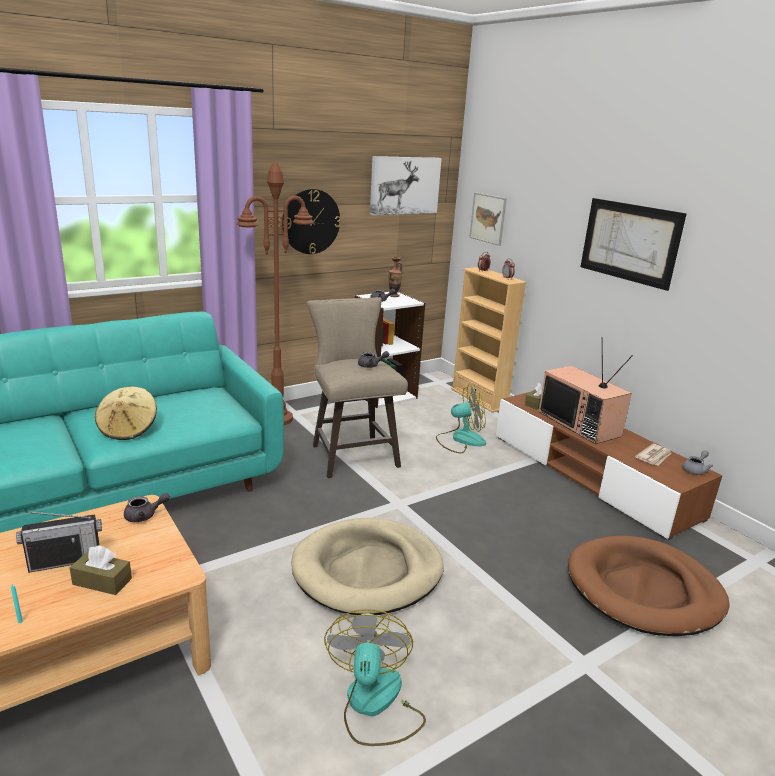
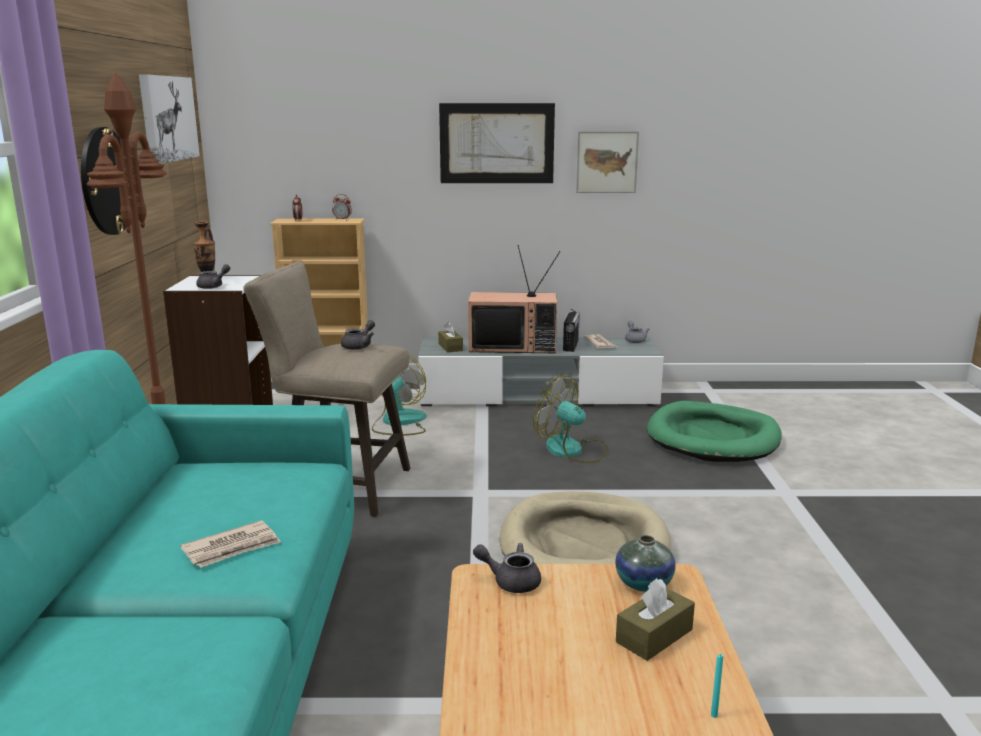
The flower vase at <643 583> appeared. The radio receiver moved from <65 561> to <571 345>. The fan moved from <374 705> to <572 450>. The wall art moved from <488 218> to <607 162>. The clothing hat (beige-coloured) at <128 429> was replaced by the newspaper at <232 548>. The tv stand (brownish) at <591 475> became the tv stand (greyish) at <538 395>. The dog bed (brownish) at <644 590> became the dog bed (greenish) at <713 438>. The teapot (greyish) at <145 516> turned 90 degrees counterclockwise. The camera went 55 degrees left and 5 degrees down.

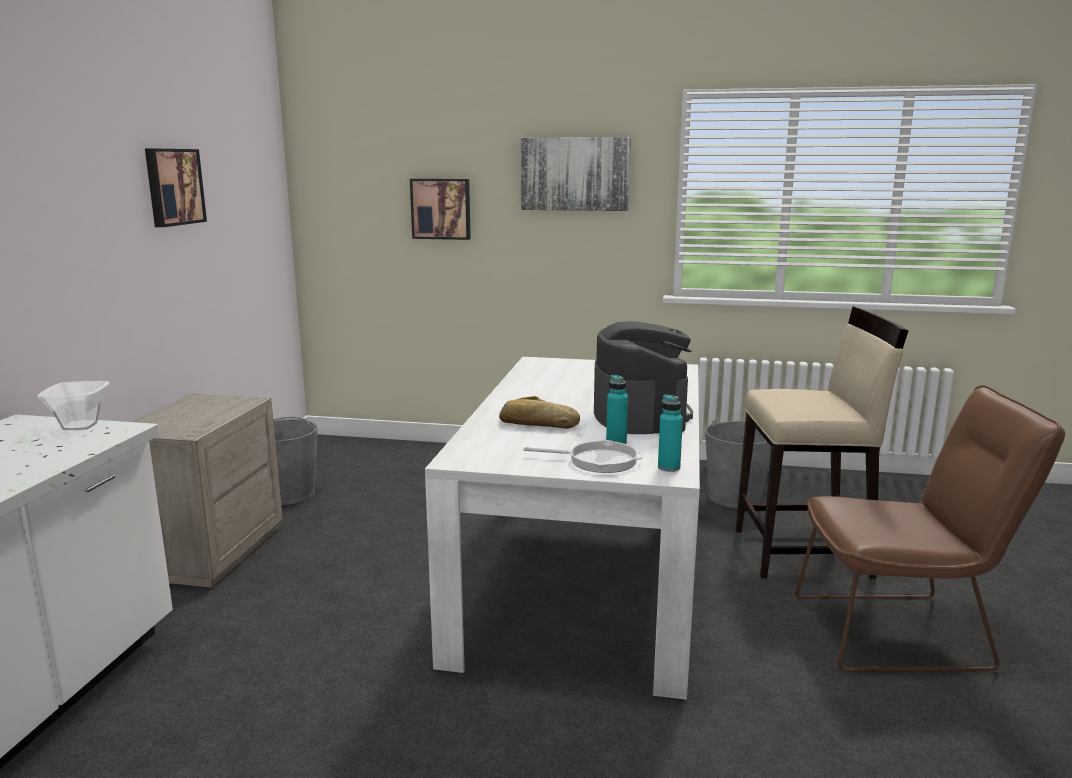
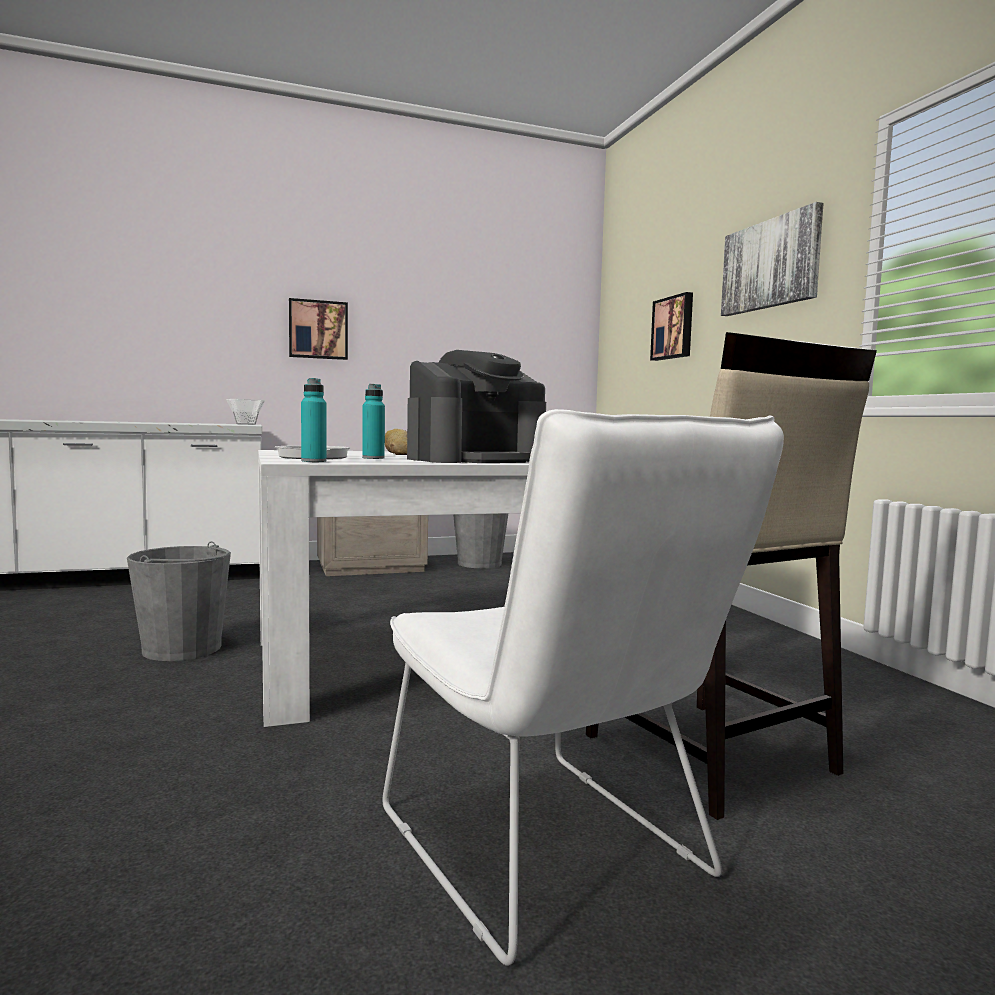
The wall art moved from <173 187> to <318 330>. The water bucket (greyish) moved from <735 497> to <183 649>. The plain chair (brownish) at <903 632> became the plain chair (white-coloured) at <553 855>. The camera went 60 degrees right and 10 degrees down.

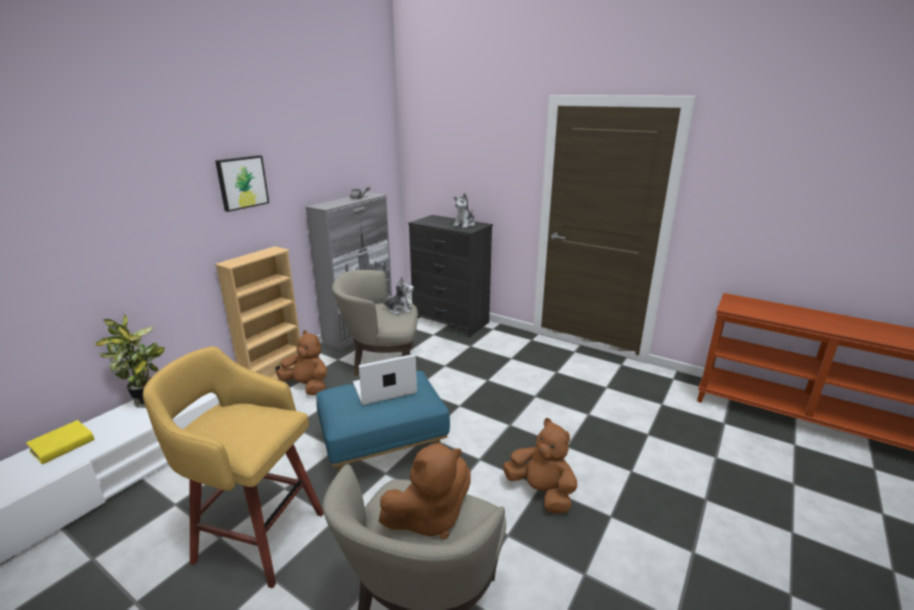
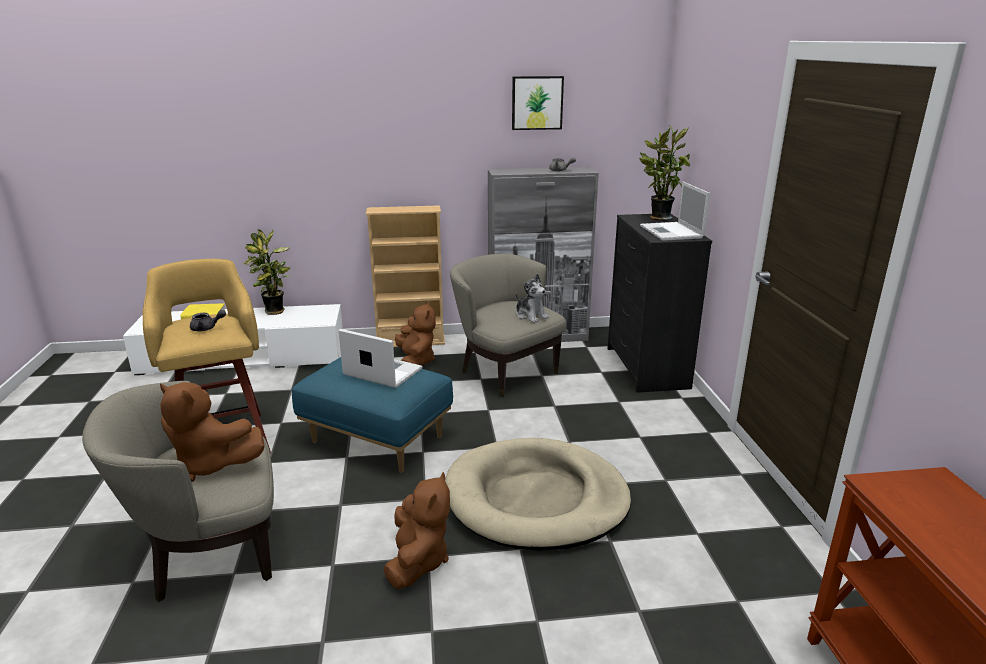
The teapot (greyish) at <207 328> appeared. The dog bed (beige-coloured) at <536 499> appeared. The potted plant at <658 218> appeared. The wall art moved from <242 182> to <537 103>. The soft toy at <464 225> was replaced by the notebook computer at <672 232>. The camera went 50 degrees right and 0 degrees up.

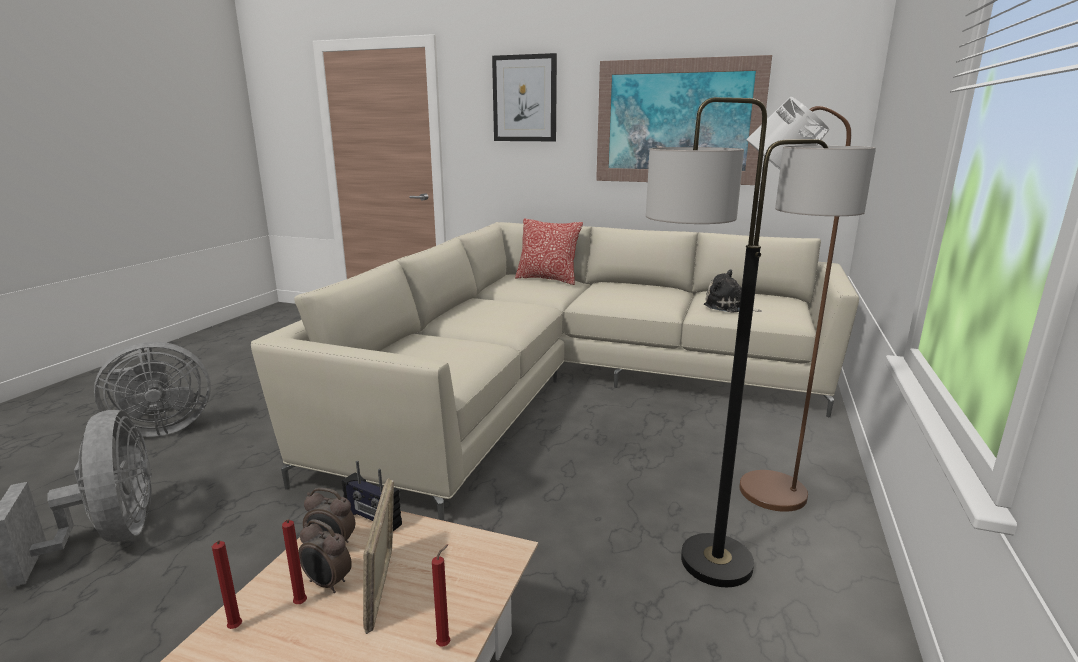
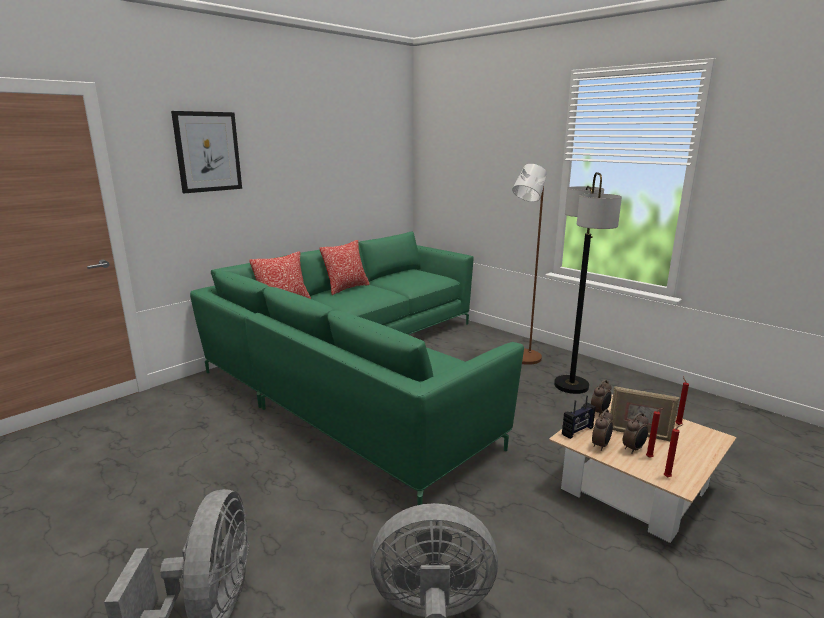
The wall art at <678 122> disappeared. The soft toy at <729 307> disappeared. The cushion at <346 288> appeared. The alarm clock at <600 412> appeared. The settee (beige-coloured) at <567 385> became the settee (greenish) at <359 372>. The camera went 65 degrees left and 0 degrees up.

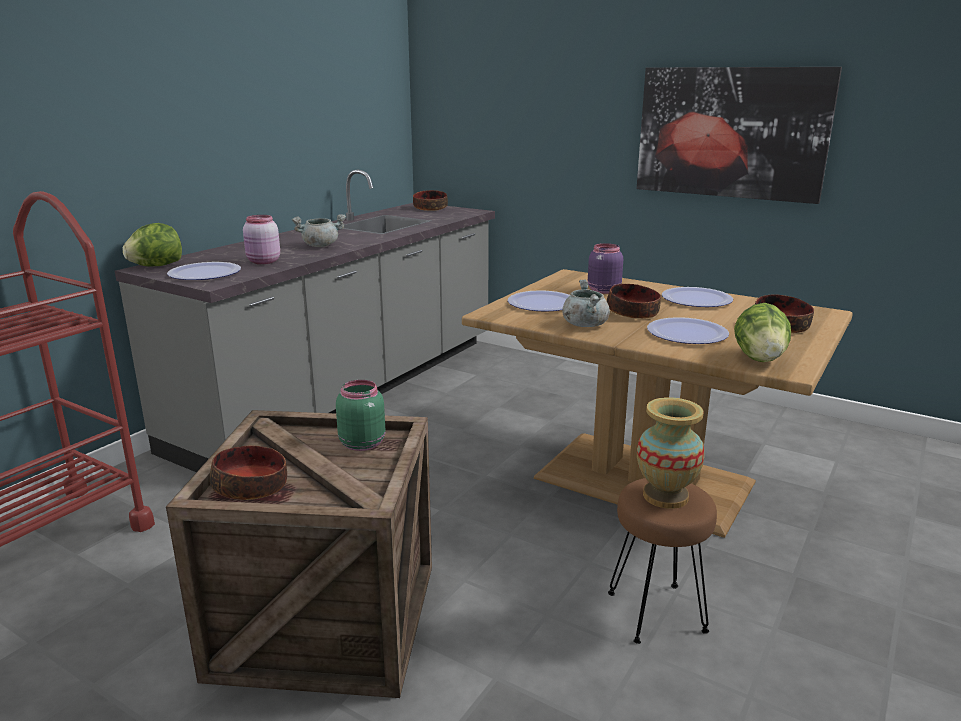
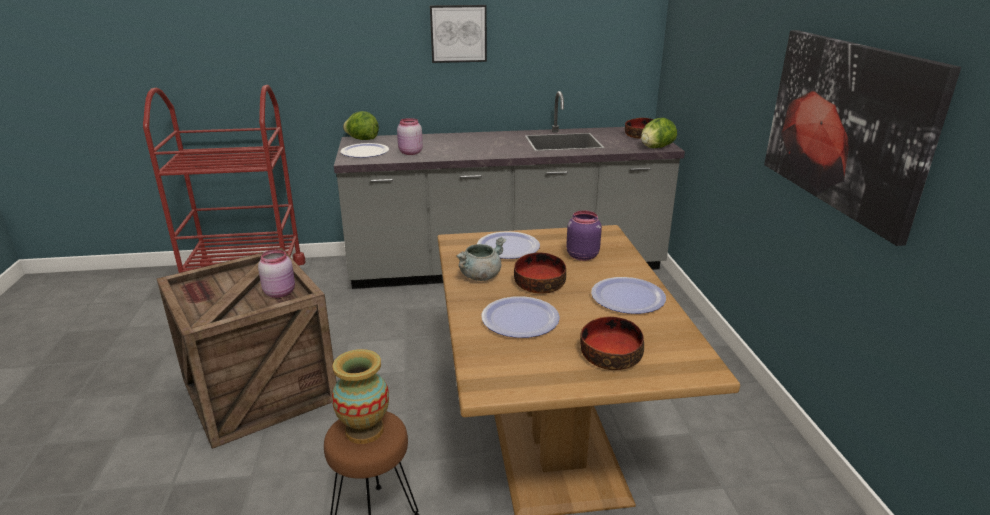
The serving bowl at <251 487> disappeared. The stockpot (greyish) at <320 245> disappeared. The wall art at <458 33> appeared. The lettuce head moved from <760 359> to <656 147>. The preserve jar (greenish) at <362 443> became the preserve jar (pink-coloured) at <280 292>. The camera went 50 degrees right and 5 degrees up.

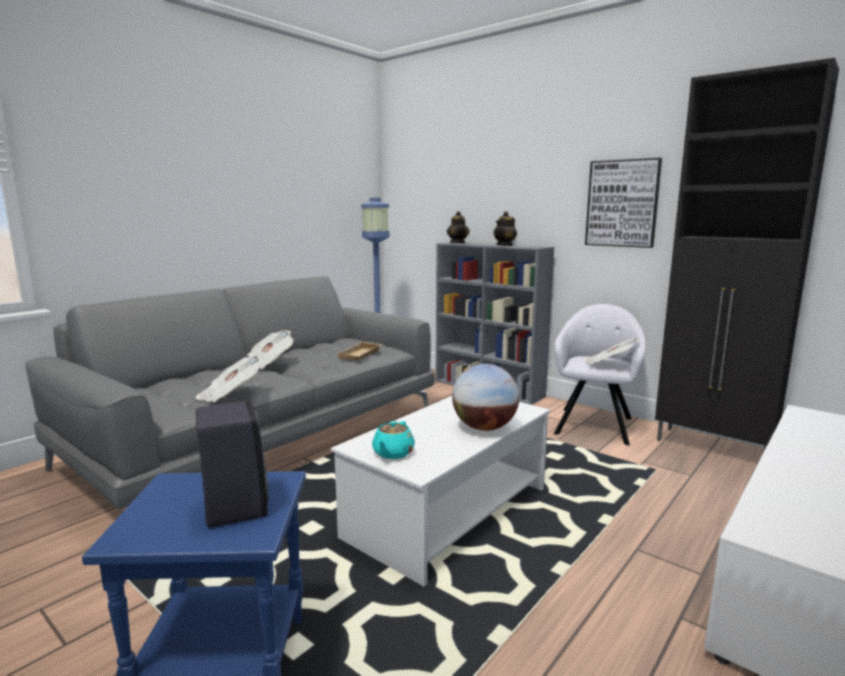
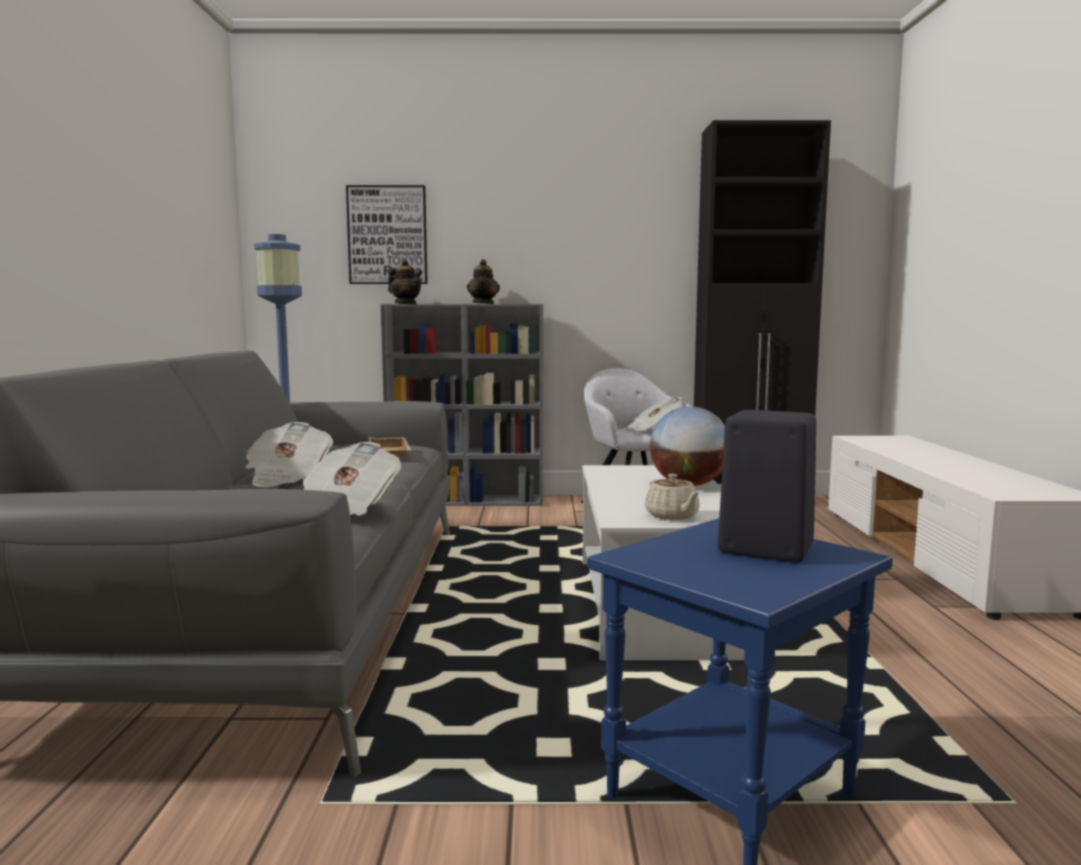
The wall art moved from <622 203> to <387 235>. The teapot (blue-green) at <393 453> became the teapot (beige-coloured) at <672 516>. The camera went 40 degrees left and 5 degrees down.

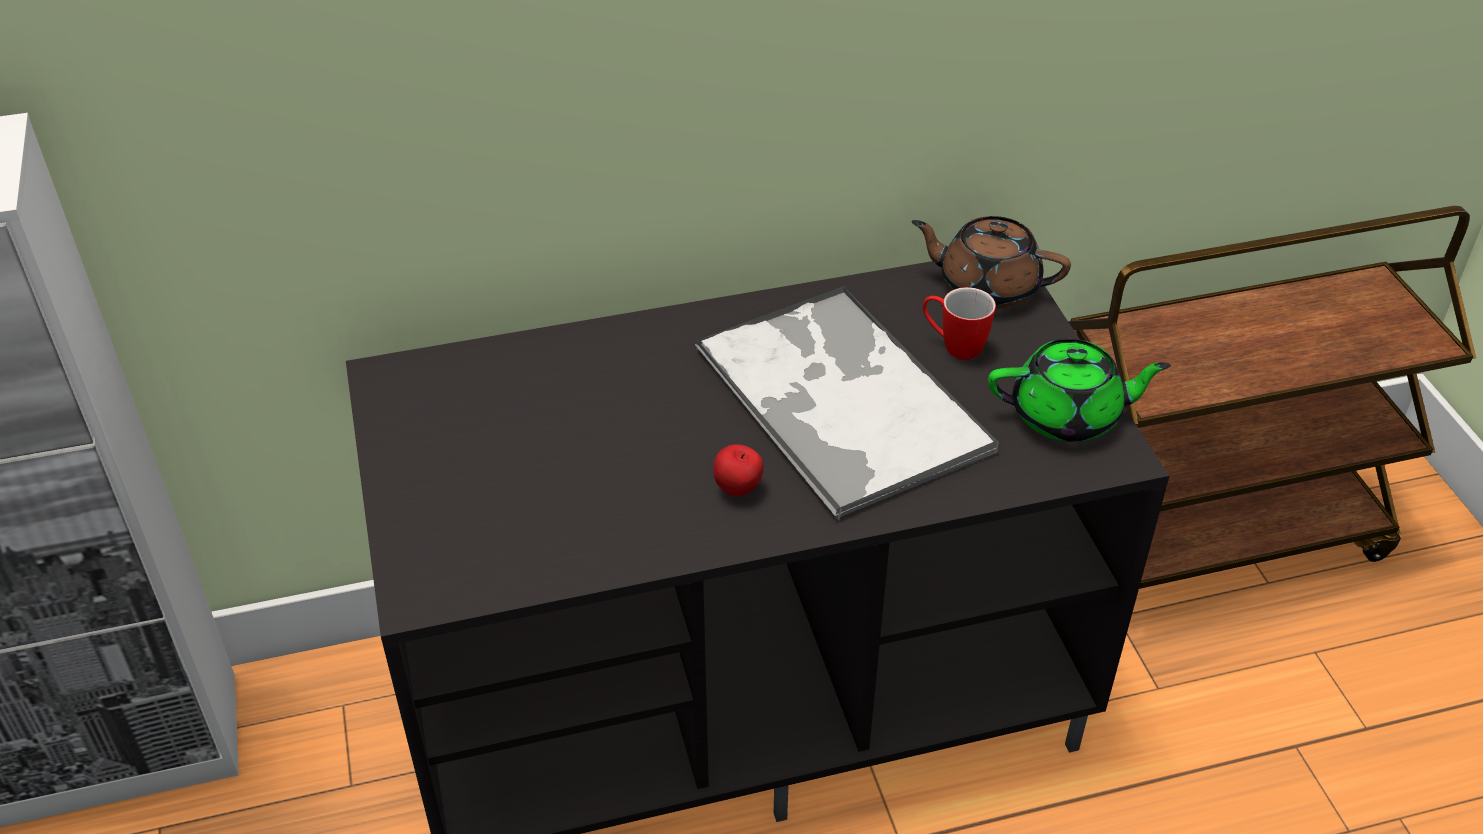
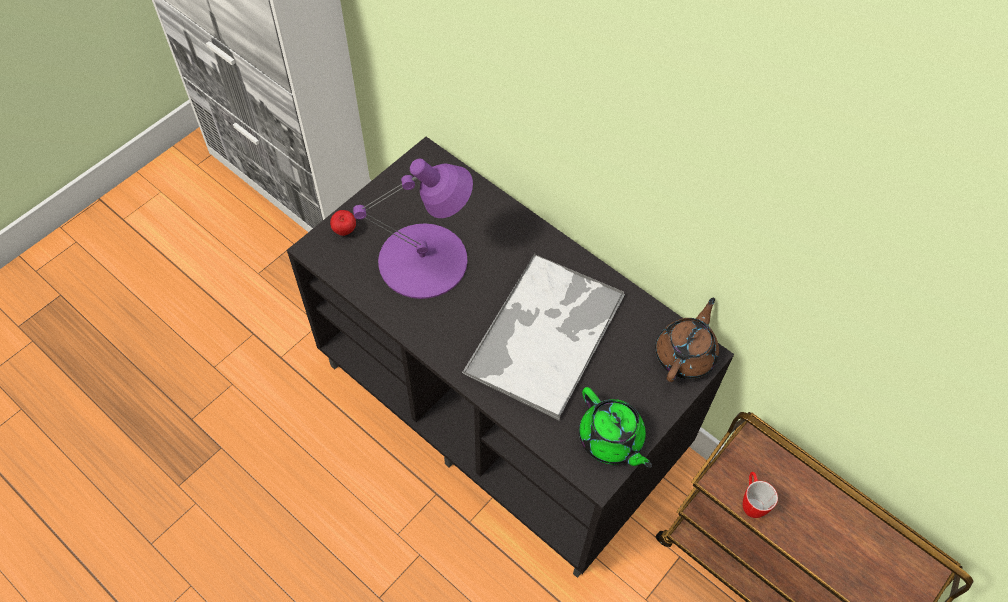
The tabletop lamp (purple) at <424 261> appeared. The whole apple moved from <738 489> to <345 231>. The tea mug moved from <953 346> to <751 502>. The teapot (brownish) at <986 286> turned 45 degrees clockwise. The camera went 55 degrees right and 15 degrees up.

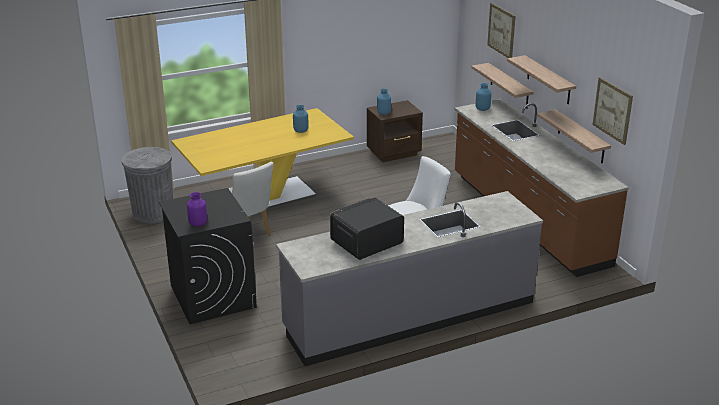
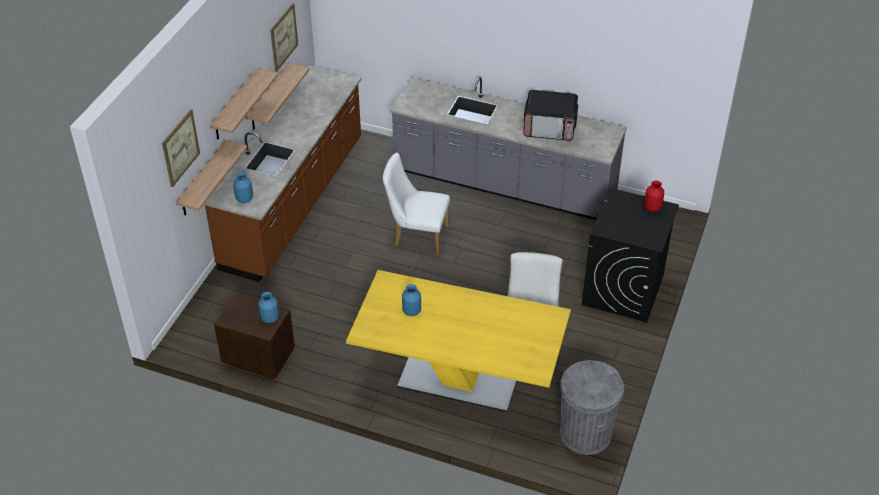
The flower vase (purple) at <198 224> became the flower vase (red-coloured) at <652 207>. The camera went 135 degrees left and 15 degrees up.

